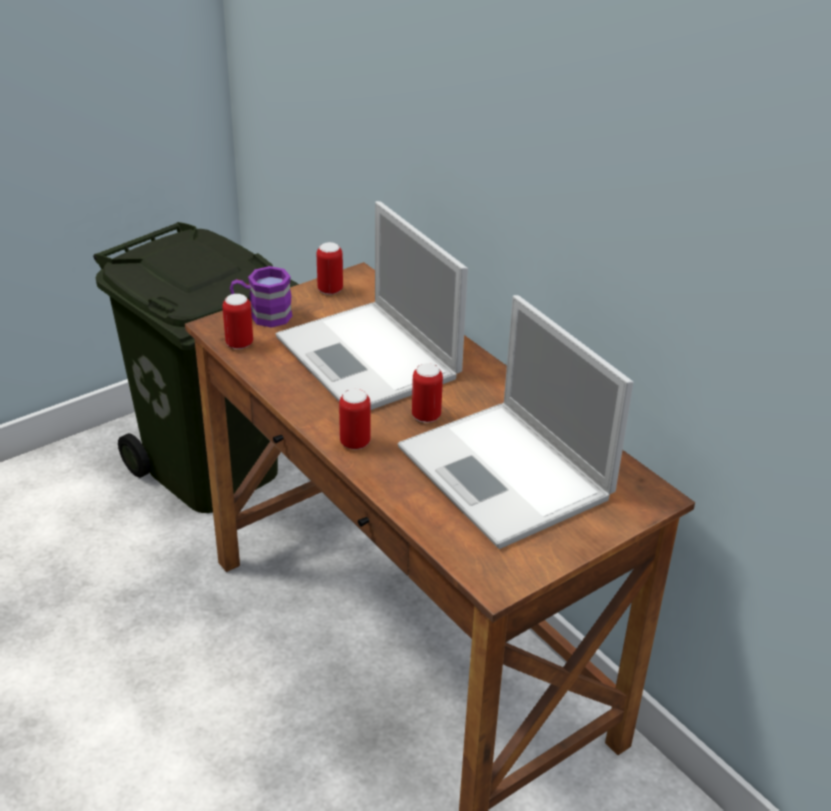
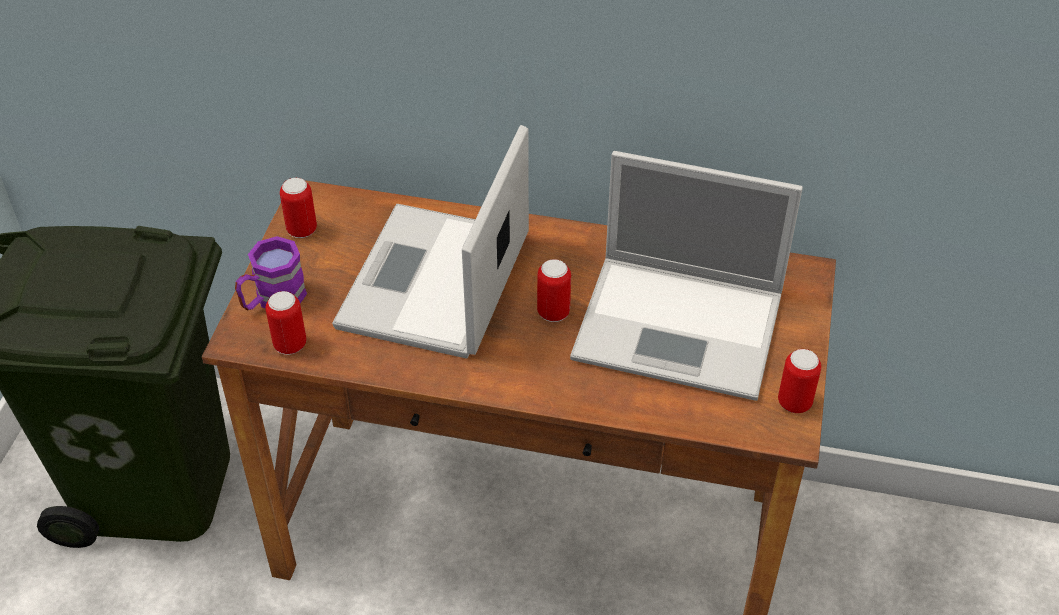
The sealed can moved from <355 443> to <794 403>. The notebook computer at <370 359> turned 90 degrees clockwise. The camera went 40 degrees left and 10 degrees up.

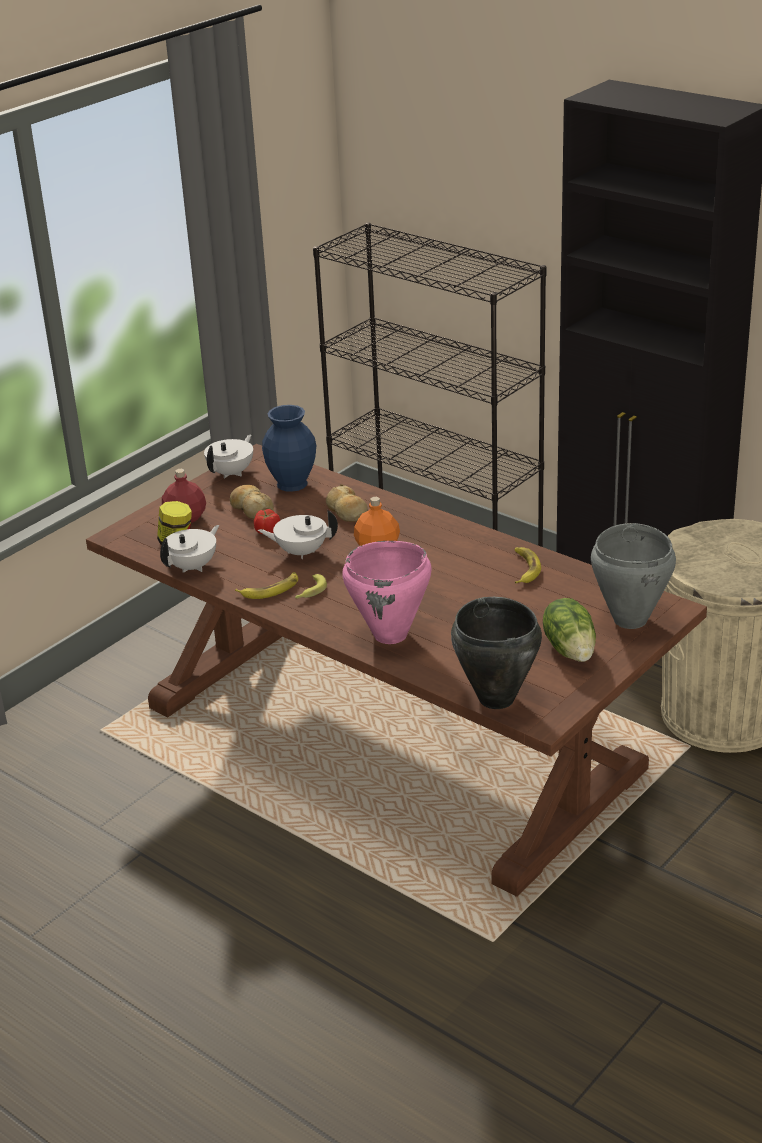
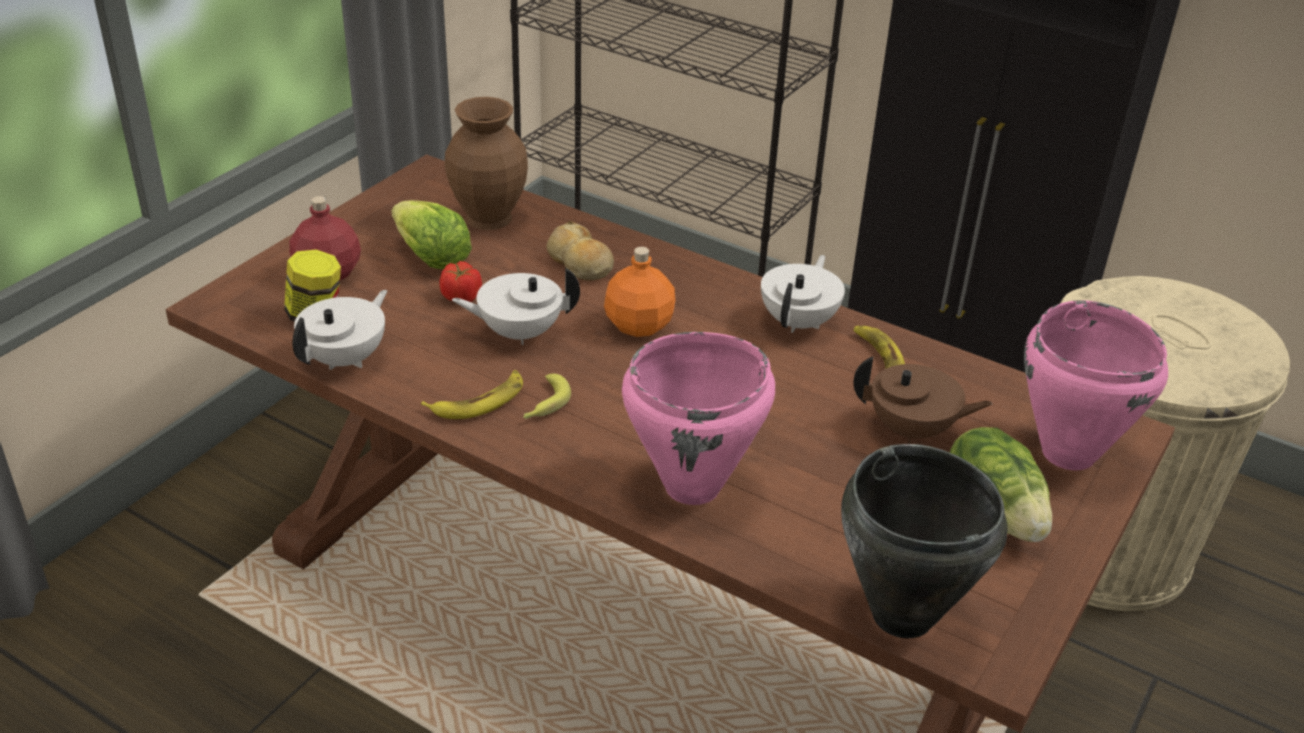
The teapot (brownish) at <912 430> appeared. The teapot (white-coloured) moved from <232 473> to <799 322>. The bakery bread at <252 509> was replaced by the lettuce head at <431 258>. The flower vase (blue-coloured) at <291 484> became the flower vase (brownish) at <487 218>. The stockpot (greyish) at <629 620> became the stockpot (pink-coloured) at <1067 454>. The camera went 10 degrees left and 5 degrees up.

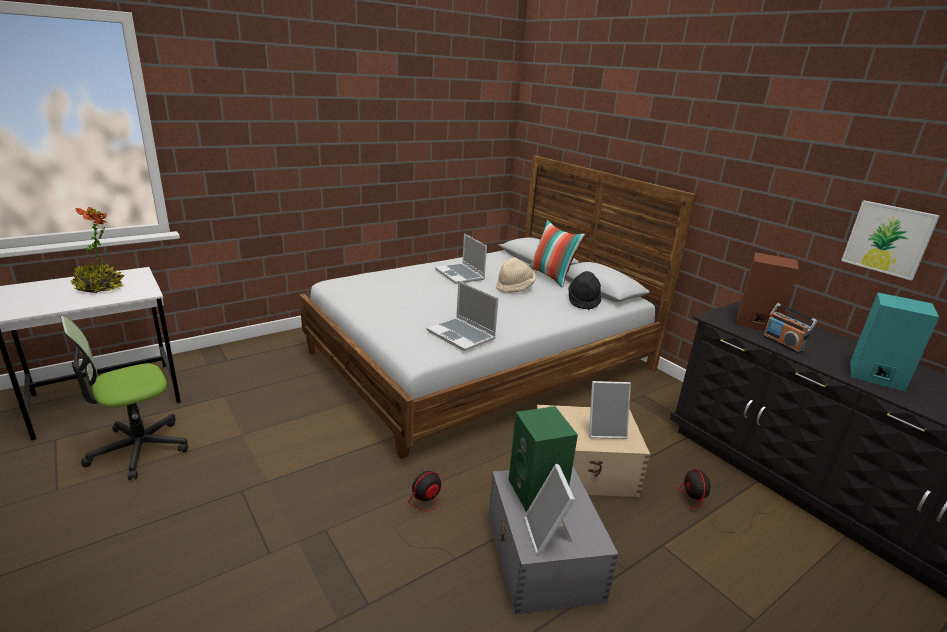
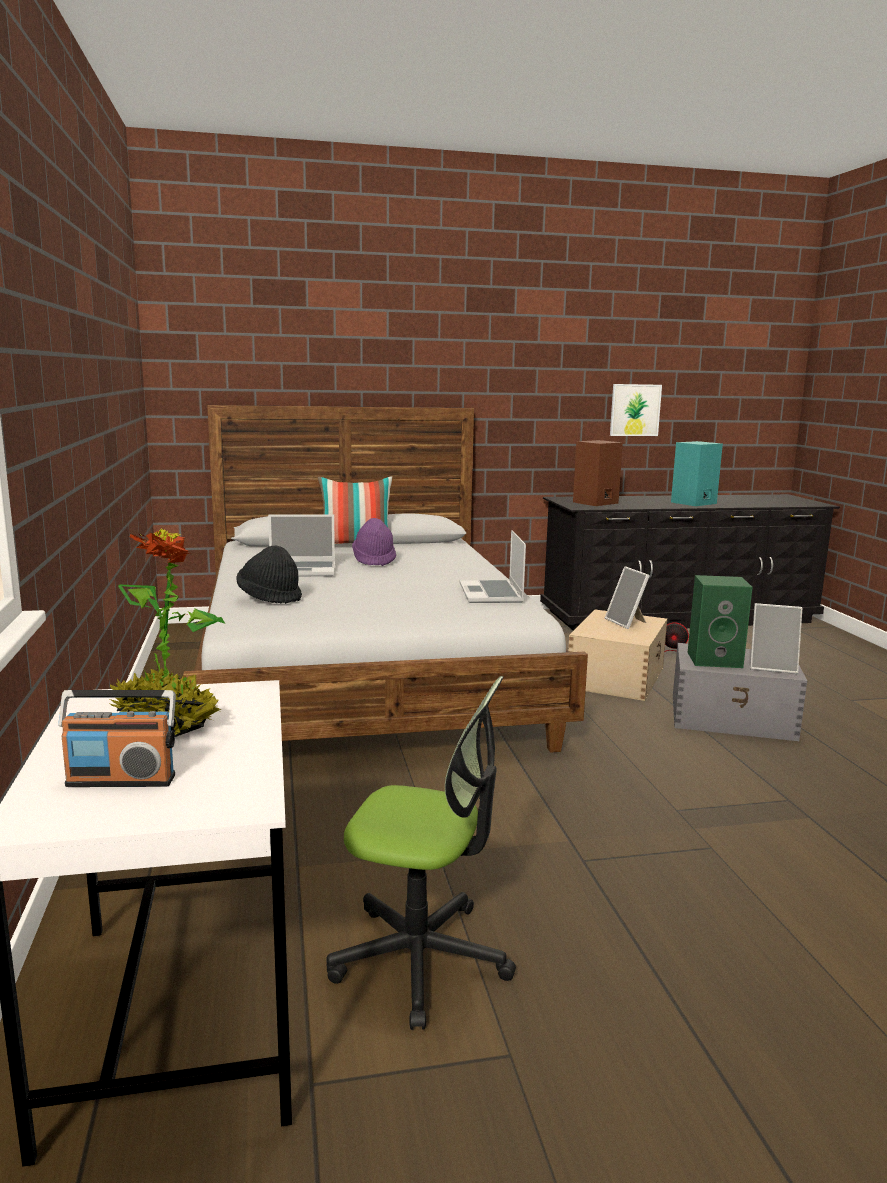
The fan at <423 515> disappeared. The clothing hat (black) moved from <583 301> to <270 597>. The radio receiver moved from <782 343> to <121 780>. The clothing hat (beige-coloured) at <515 288> became the clothing hat (purple) at <374 560>. The computer chair at <138 449> turned 60 degrees counterclockwise. The notebook computer at <462 335> turned 105 degrees clockwise. The picture frame at <605 430> turned 135 degrees clockwise. The camera went 65 degrees left and 10 degrees down.

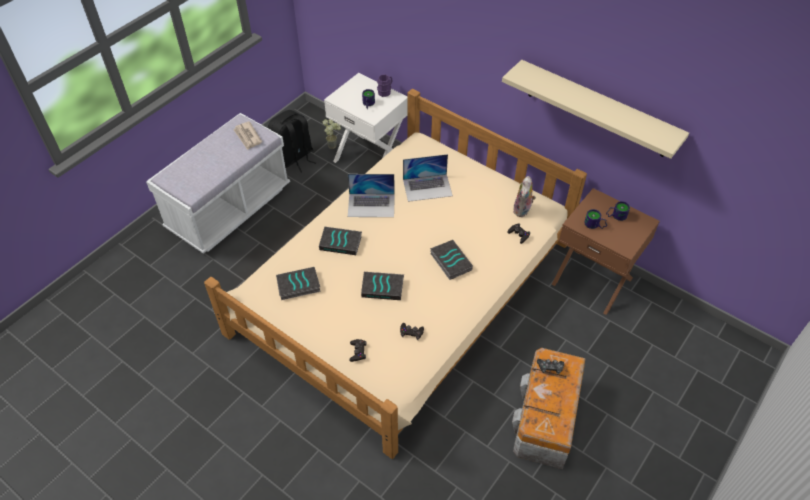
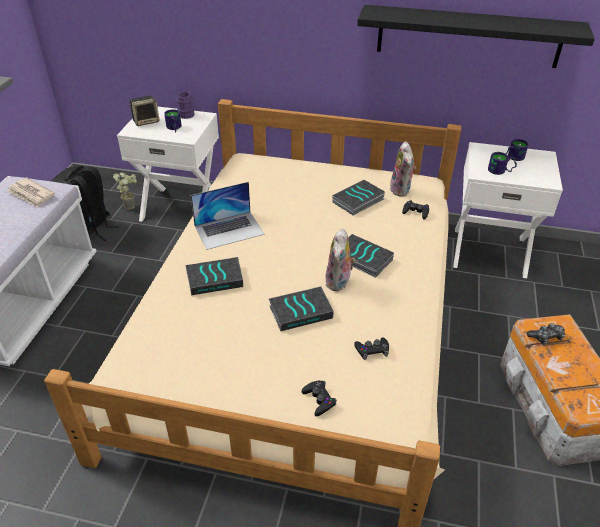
The notebook computer at <427 187> disappeared. The audio speaker at <146 121> appeared. The soft toy at <339 282> appeared. The volume moved from <298 286> to <358 201>. The shelf (beige-coloured) at <597 109> became the shelf (black) at <468 36>. The nightstand (brownish) at <593 280> became the nightstand (white-coloured) at <489 251>. The camera went 25 degrees left and 10 degrees down.

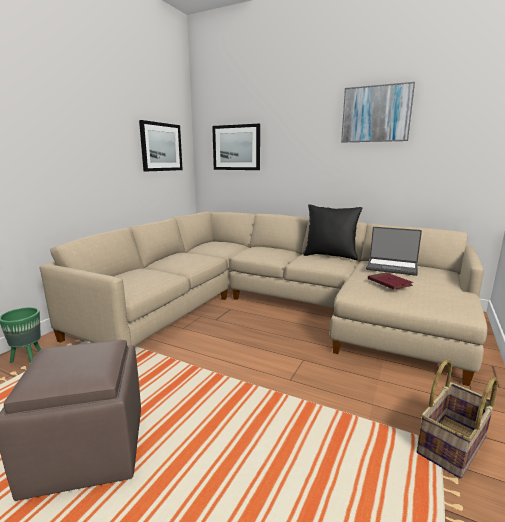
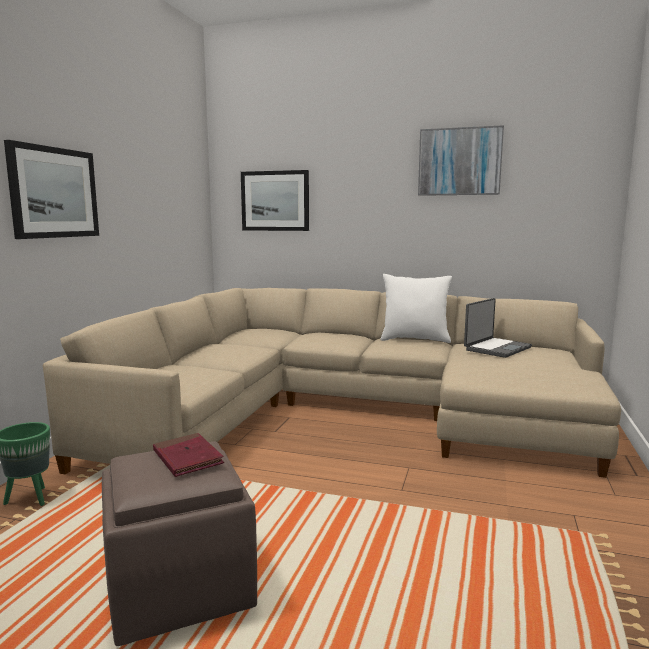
The household basket at <453 446> disappeared. The wall art moved from <161 147> to <54 193>. The volume (red-coloured) moved from <389 283> to <187 458>. The cushion (black) at <330 256> became the cushion (white-coloured) at <415 339>. The notebook computer at <392 267> turned 60 degrees counterclockwise. The camera went 10 degrees left and 5 degrees down.

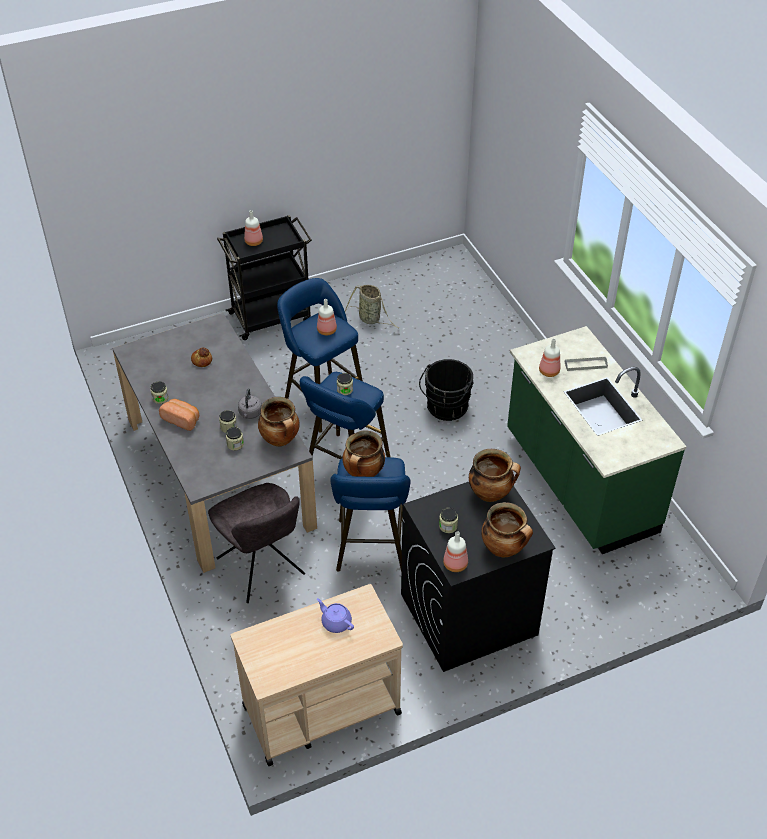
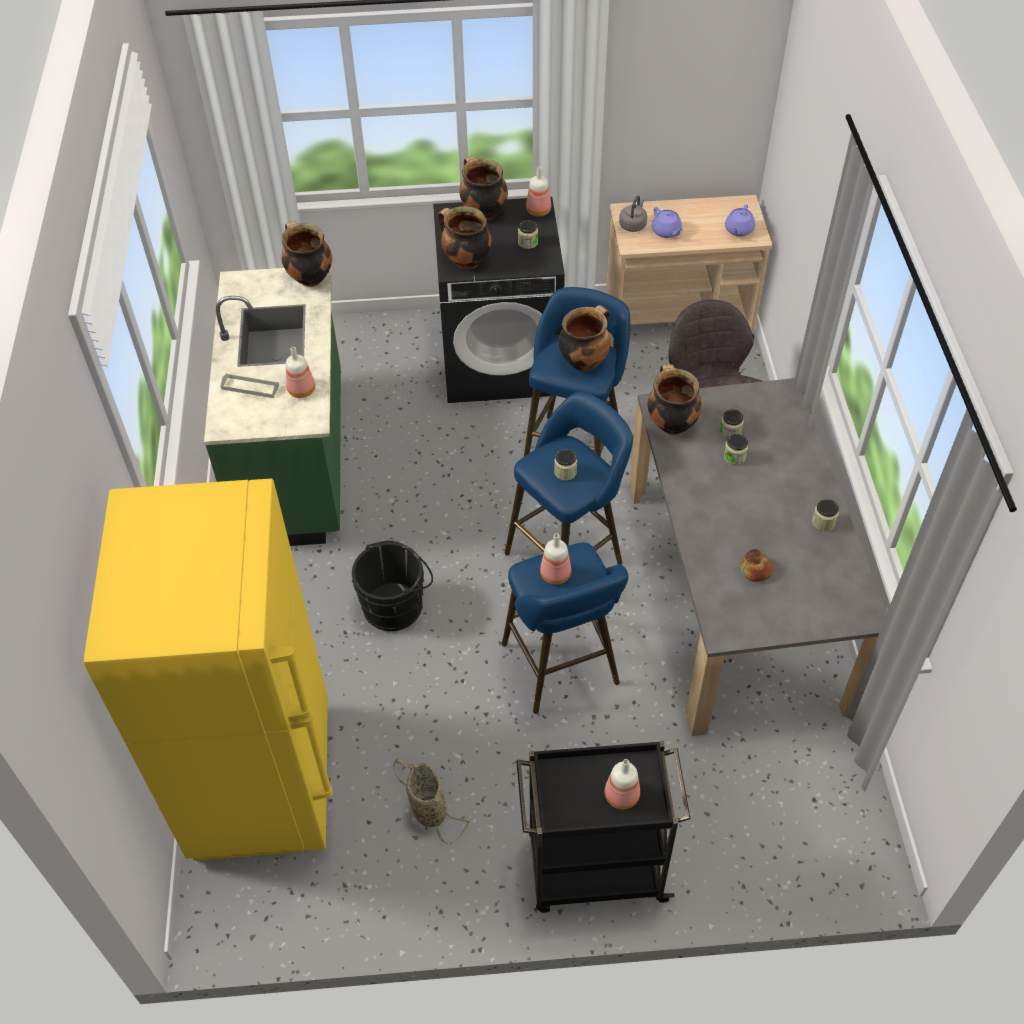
The bakery bread at <182 419> disappeared. The kitchen fridge (yellow-coloured) at <263 781> appeared. The stockpot at <309 278> appeared. The teapot (purple) at <738 230> appeared. The tea kettle (greyish) moved from <250 413> to <633 225>. The camera went 160 degrees left and 5 degrees up.

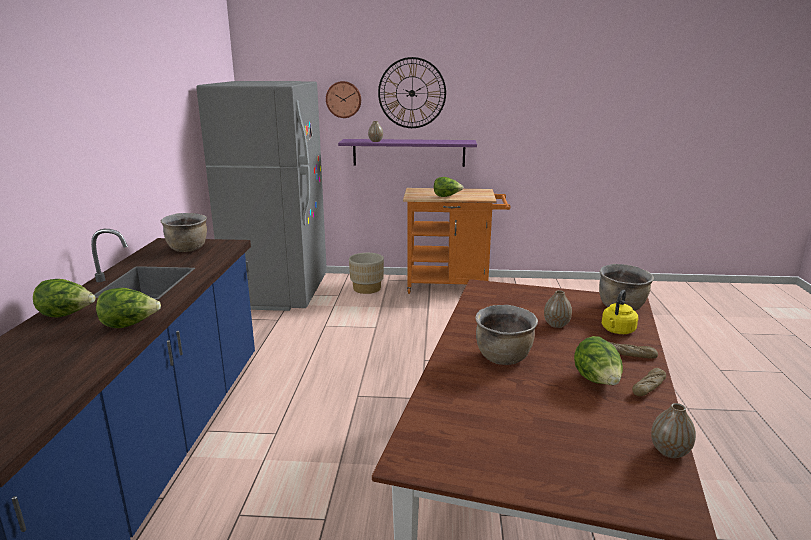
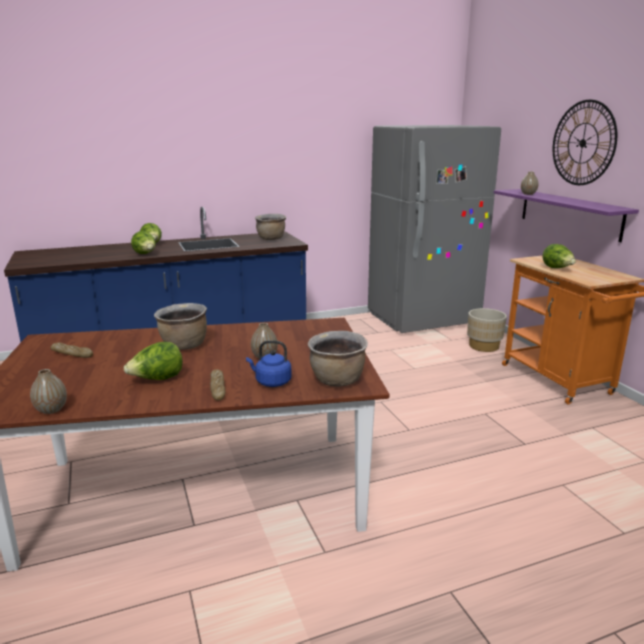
The wall clock at <343 99> disappeared. The bakery bread moved from <648 387> to <72 354>. The tea kettle (yellow-coloured) at <617 331> became the tea kettle (blue-coloured) at <271 382>. The camera went 65 degrees right and 0 degrees up.

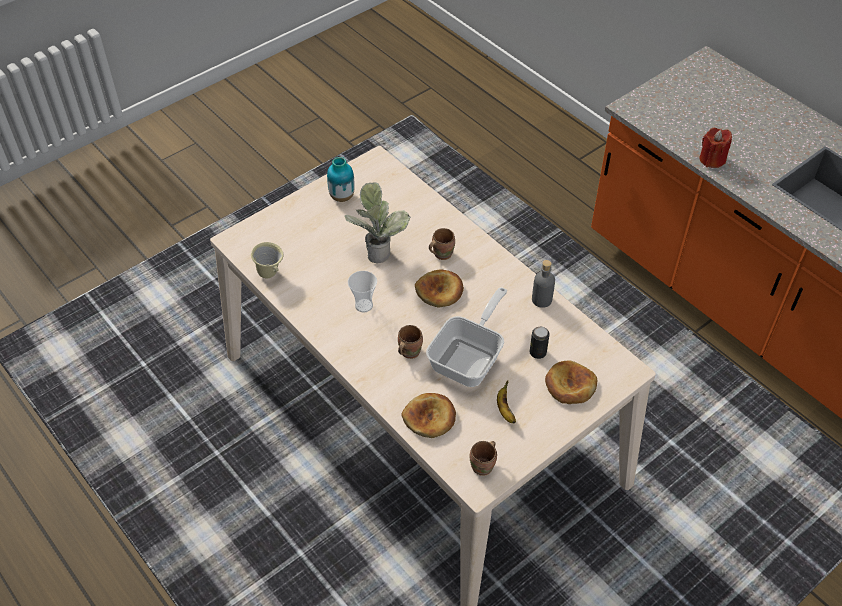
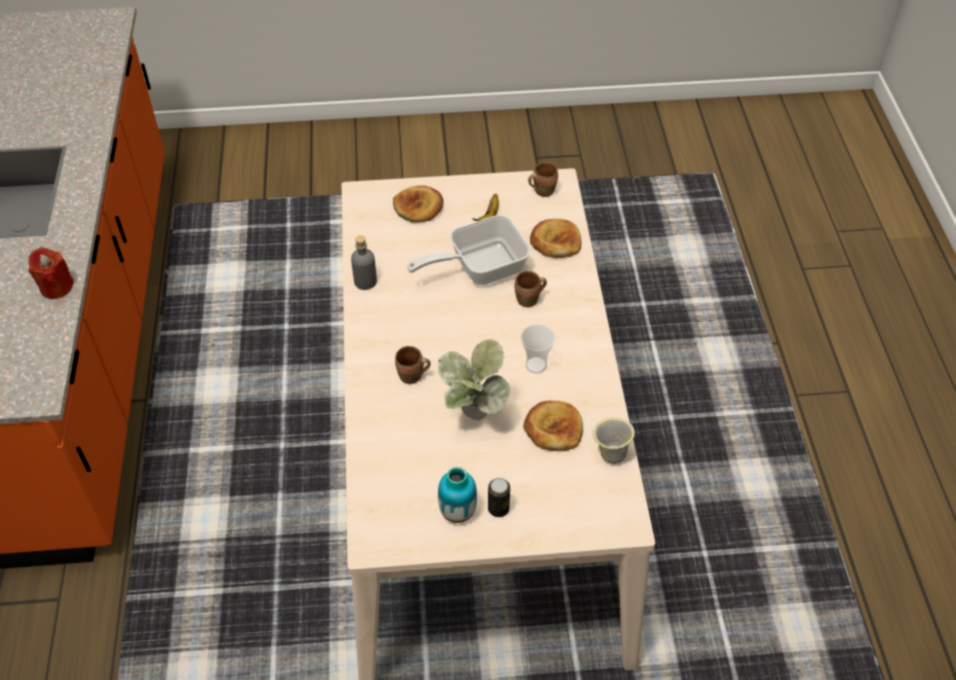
The bakery bread moved from <440 291> to <553 428>. The sealed can moved from <537 352> to <498 508>. The camera went 145 degrees left and 0 degrees up.

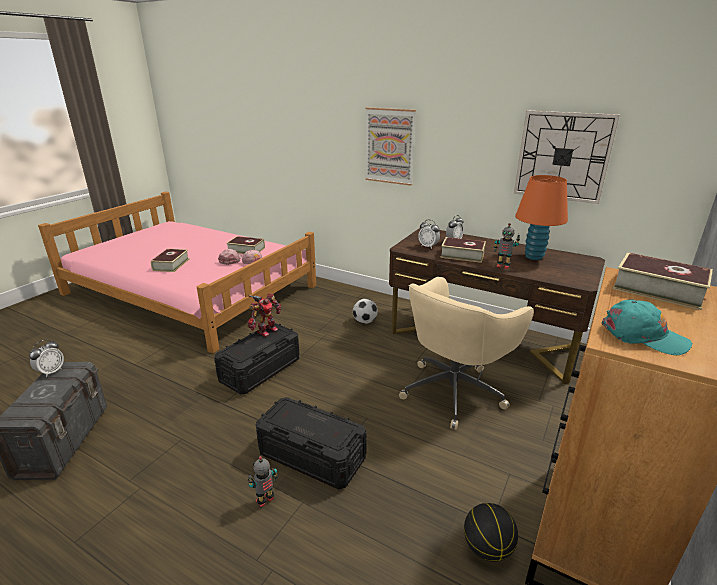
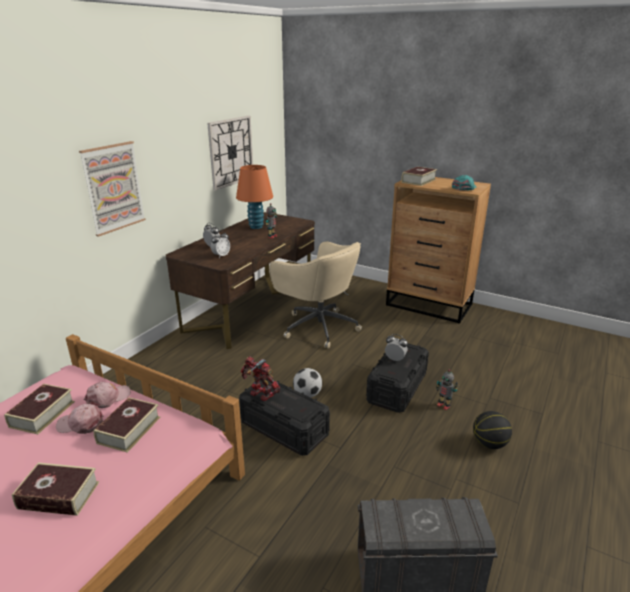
The alarm clock moved from <51 372> to <395 359>. The ball for football moved from <365 322> to <307 394>. The volume moved from <462 255> to <129 430>. The basketball ball moved from <487 548> to <489 444>. The camera went 90 degrees left and 0 degrees up.

